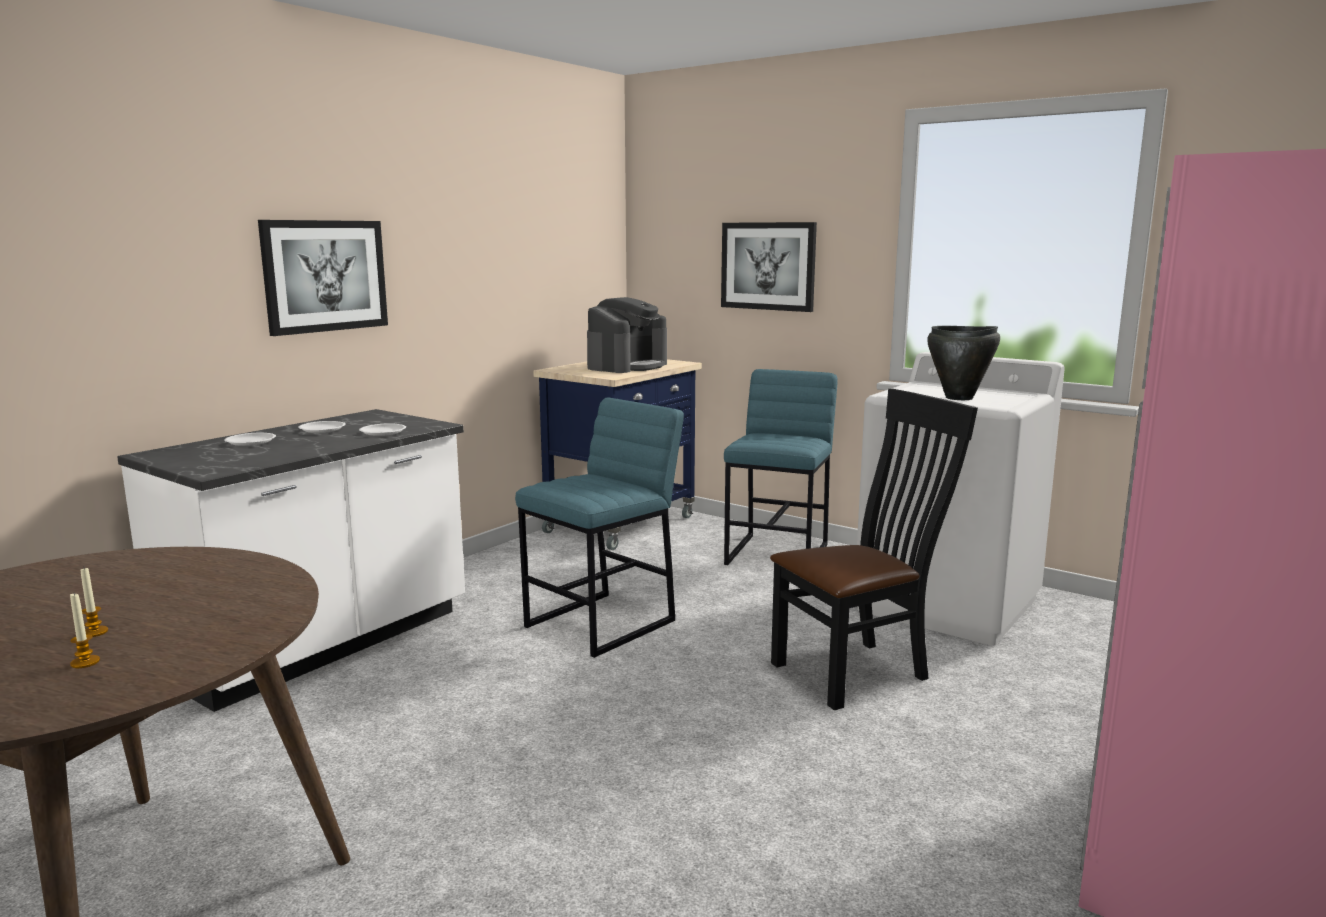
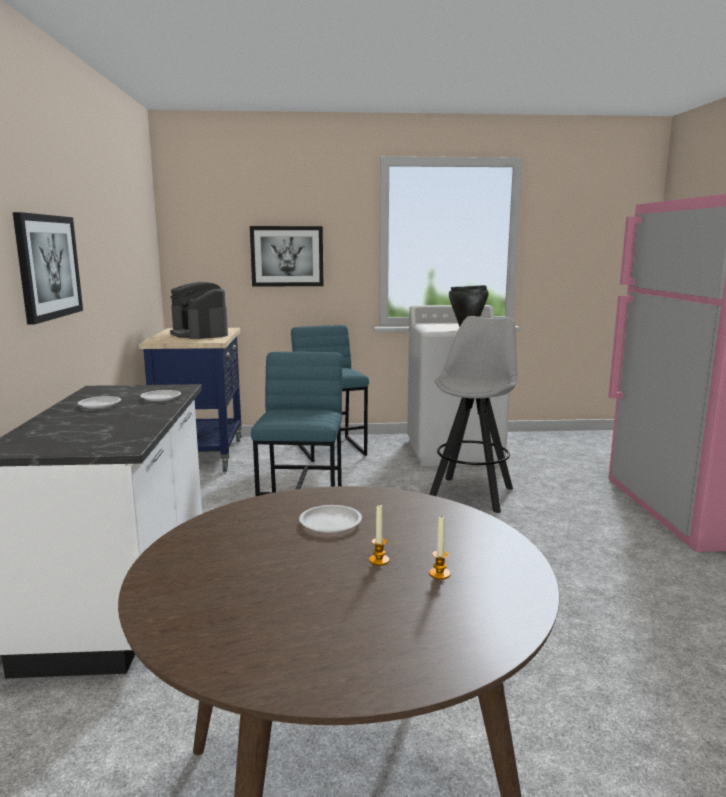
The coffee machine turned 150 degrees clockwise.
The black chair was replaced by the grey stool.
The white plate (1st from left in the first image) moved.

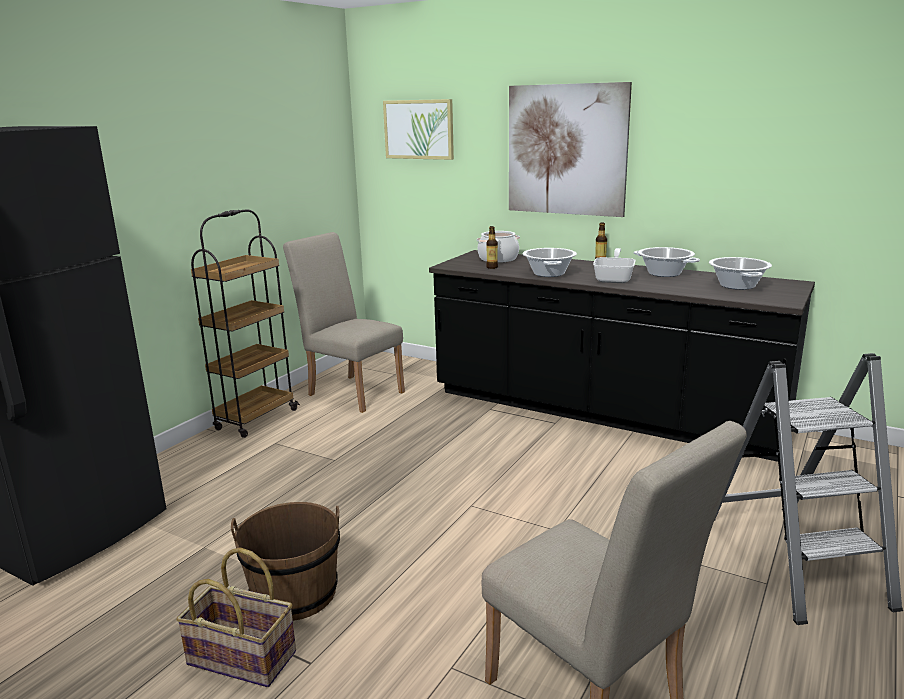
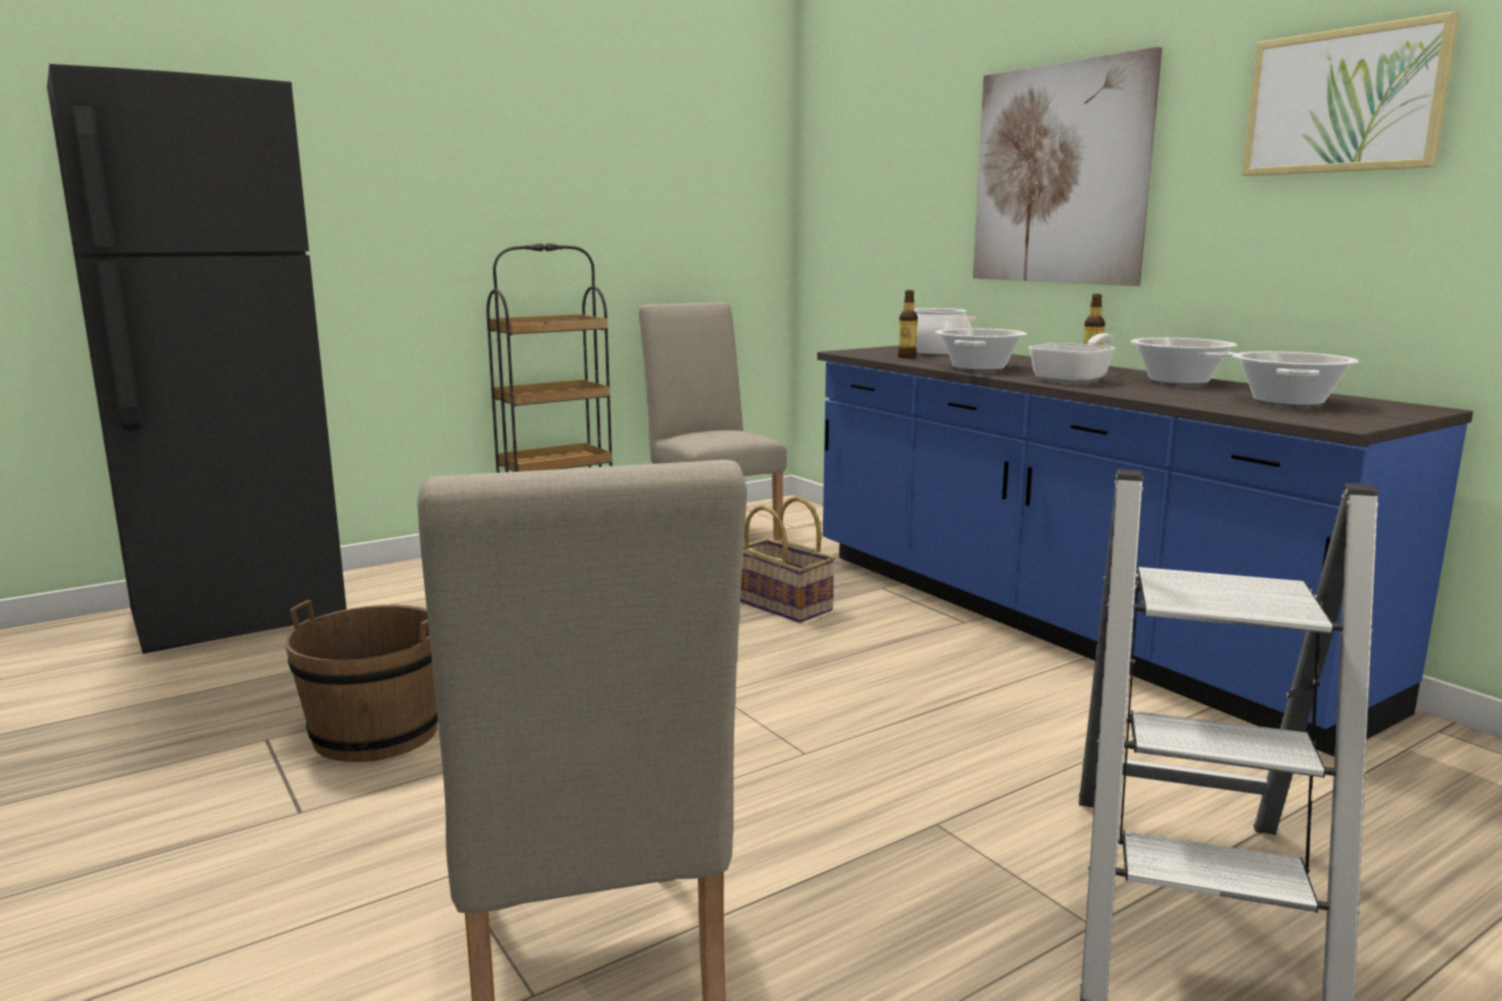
The picture (1st from left in the first image) moved.
The black counter became the blue counter.
The basket moved.

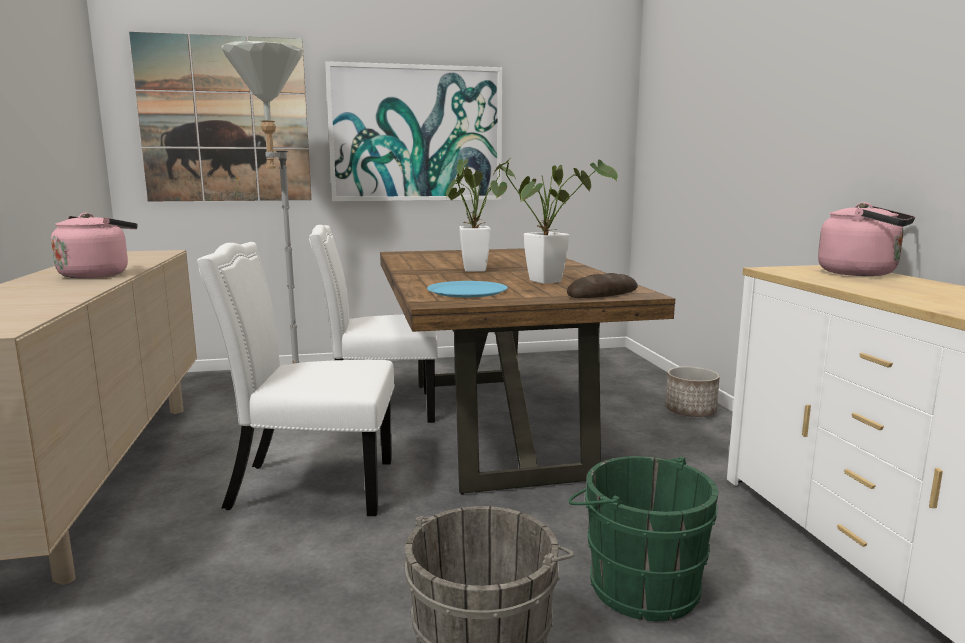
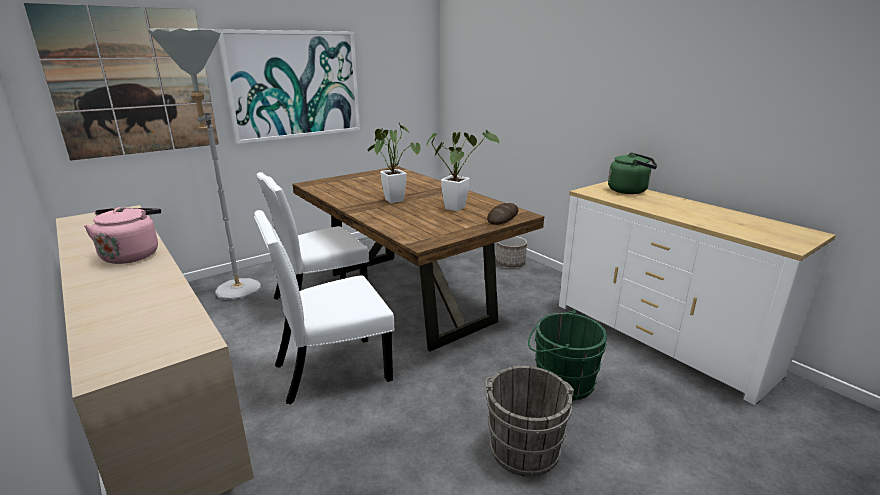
The pink kettle (2nd from left) became the green kettle.
The blue plate disappeared.

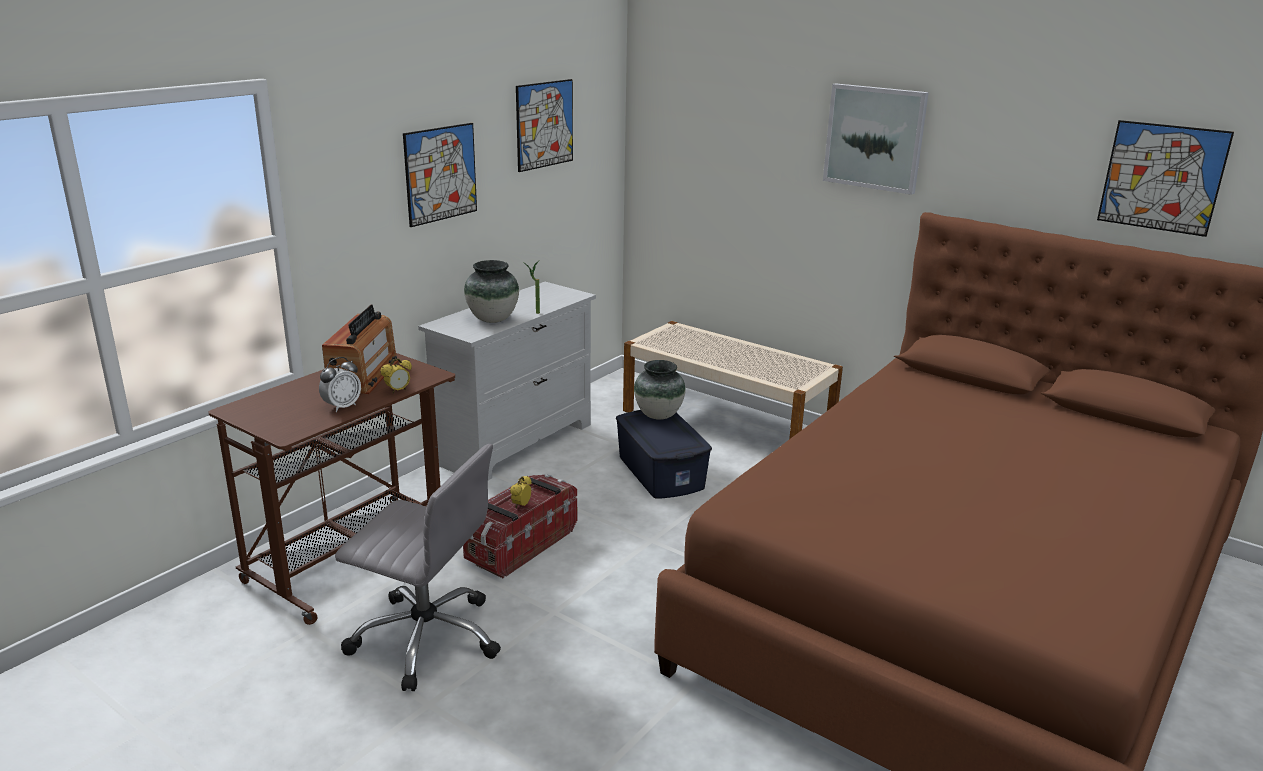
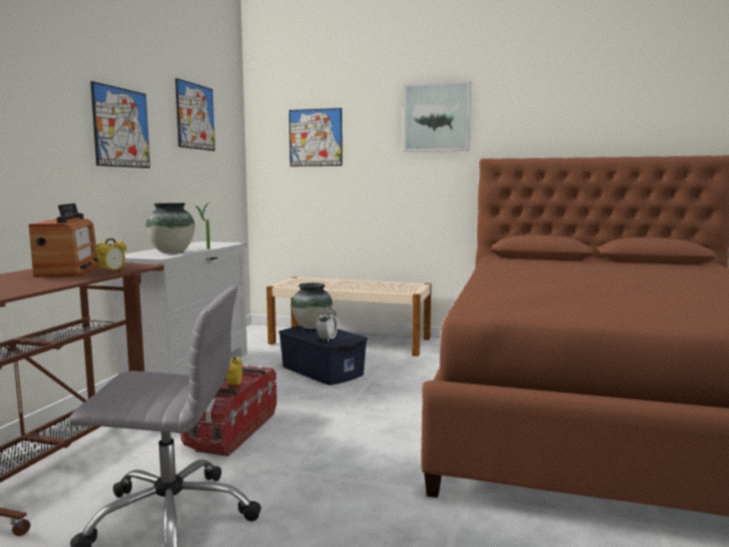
The picture (4th from left in the first image) moved.
The alarm clock (1st from left in the first image) moved.

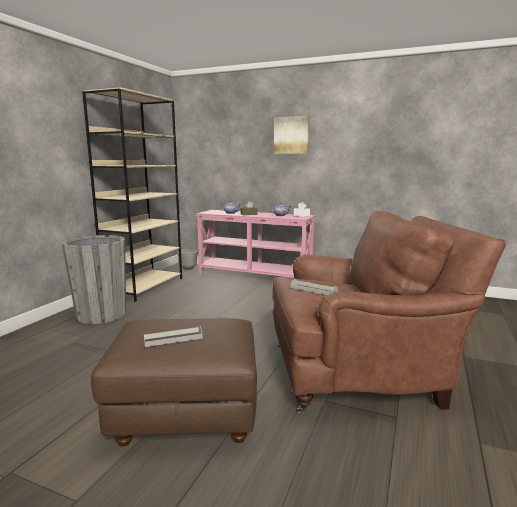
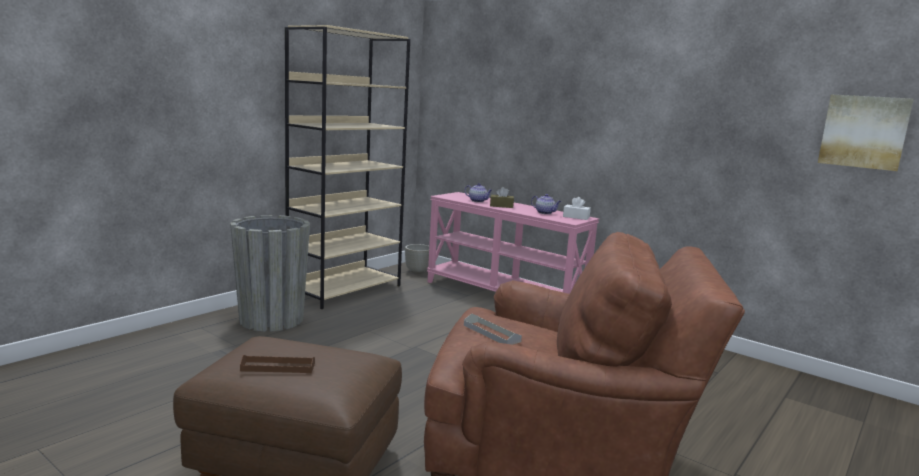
The picture moved.
The grey tray (1st from left) became the brown tray.

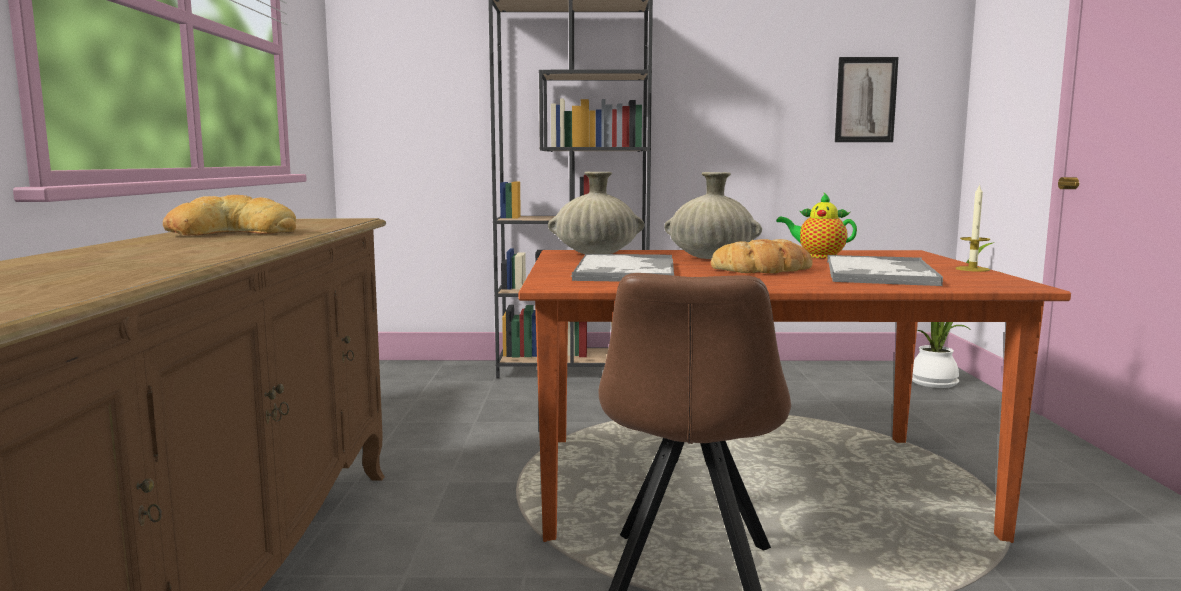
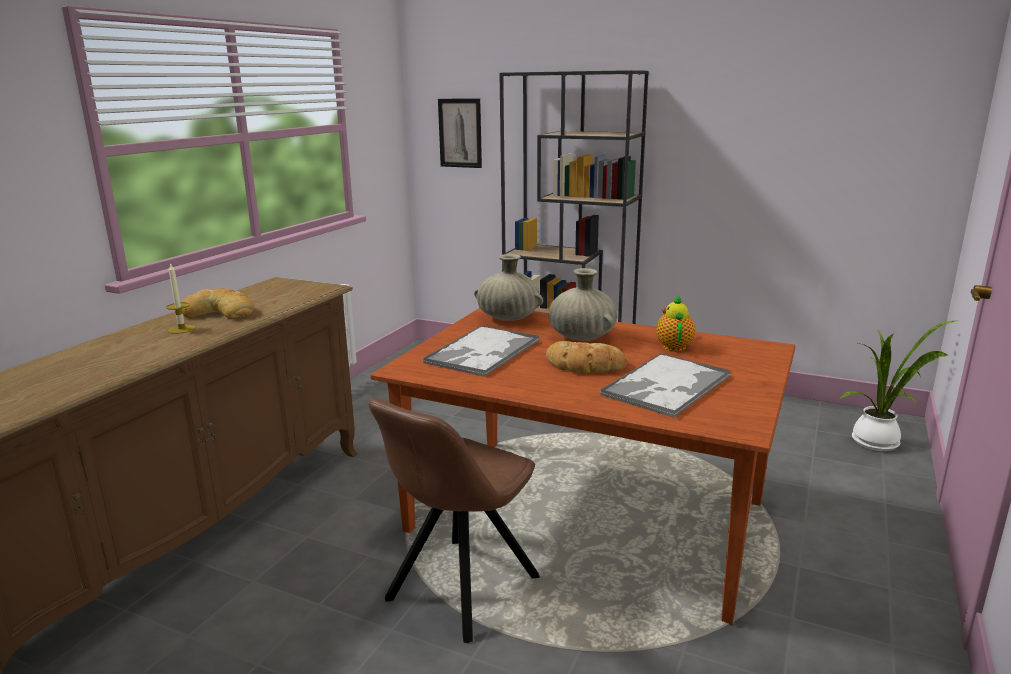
The picture moved.
The candle moved.
The teapot turned 45 degrees clockwise.

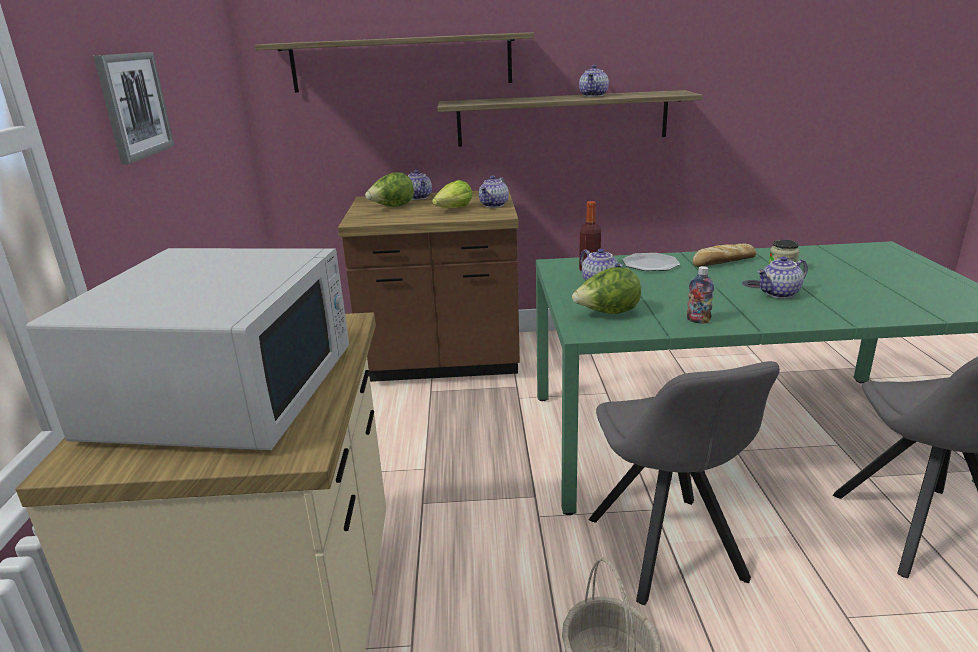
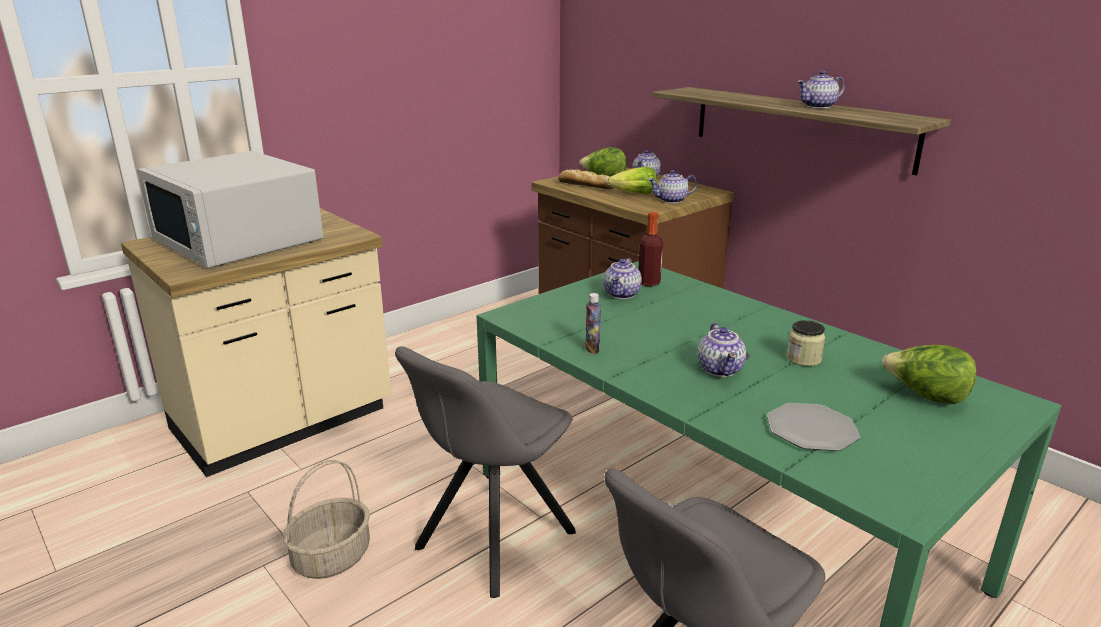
The shelf (1st from left) disappeared.
The picture disappeared.
The bread moved.
The white microwave turned 75 degrees clockwise.
The plate moved.
The teapot (5th from left in the first image) turned 120 degrees counterclockwise.
The lettuce (3rd from left) moved.

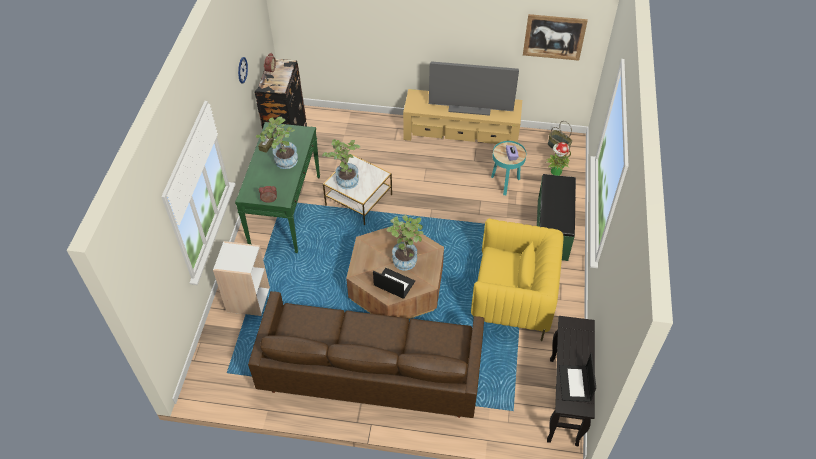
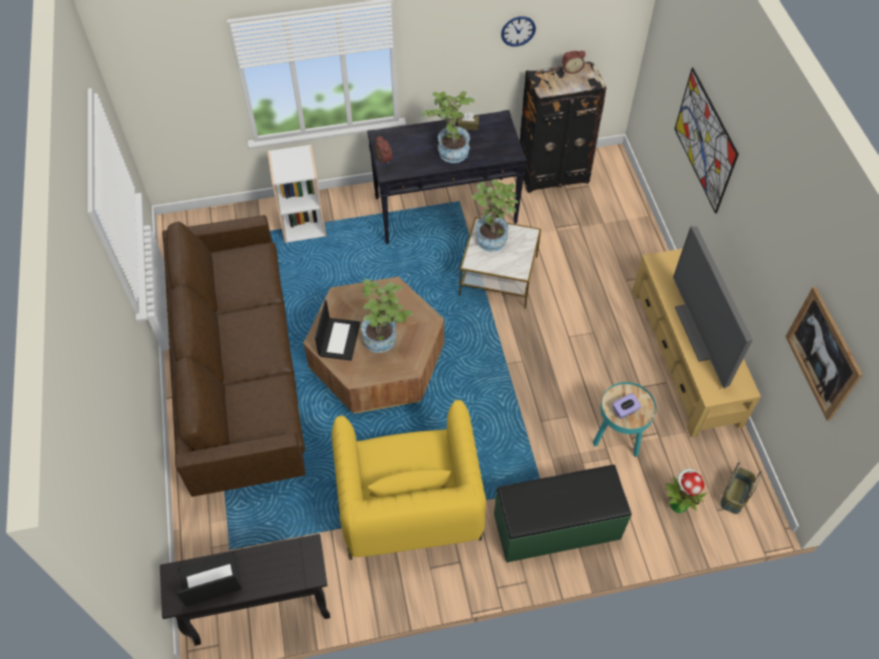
The green console table became the black console table (2nd from left).
The picture (1st from left) appeared.

